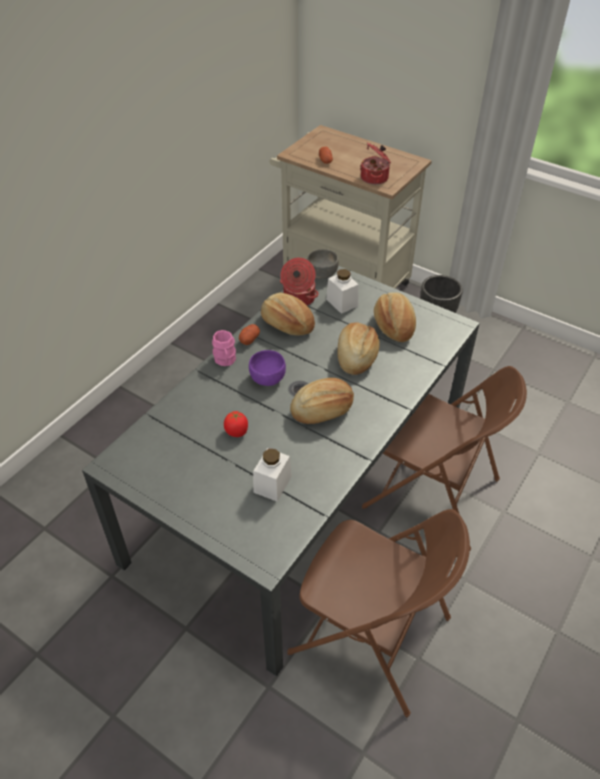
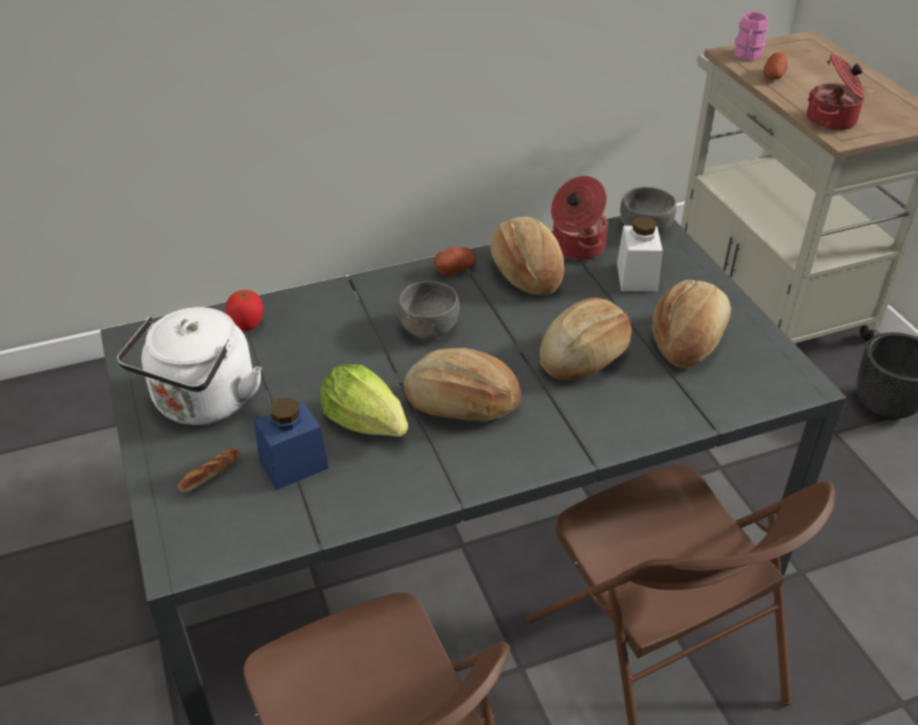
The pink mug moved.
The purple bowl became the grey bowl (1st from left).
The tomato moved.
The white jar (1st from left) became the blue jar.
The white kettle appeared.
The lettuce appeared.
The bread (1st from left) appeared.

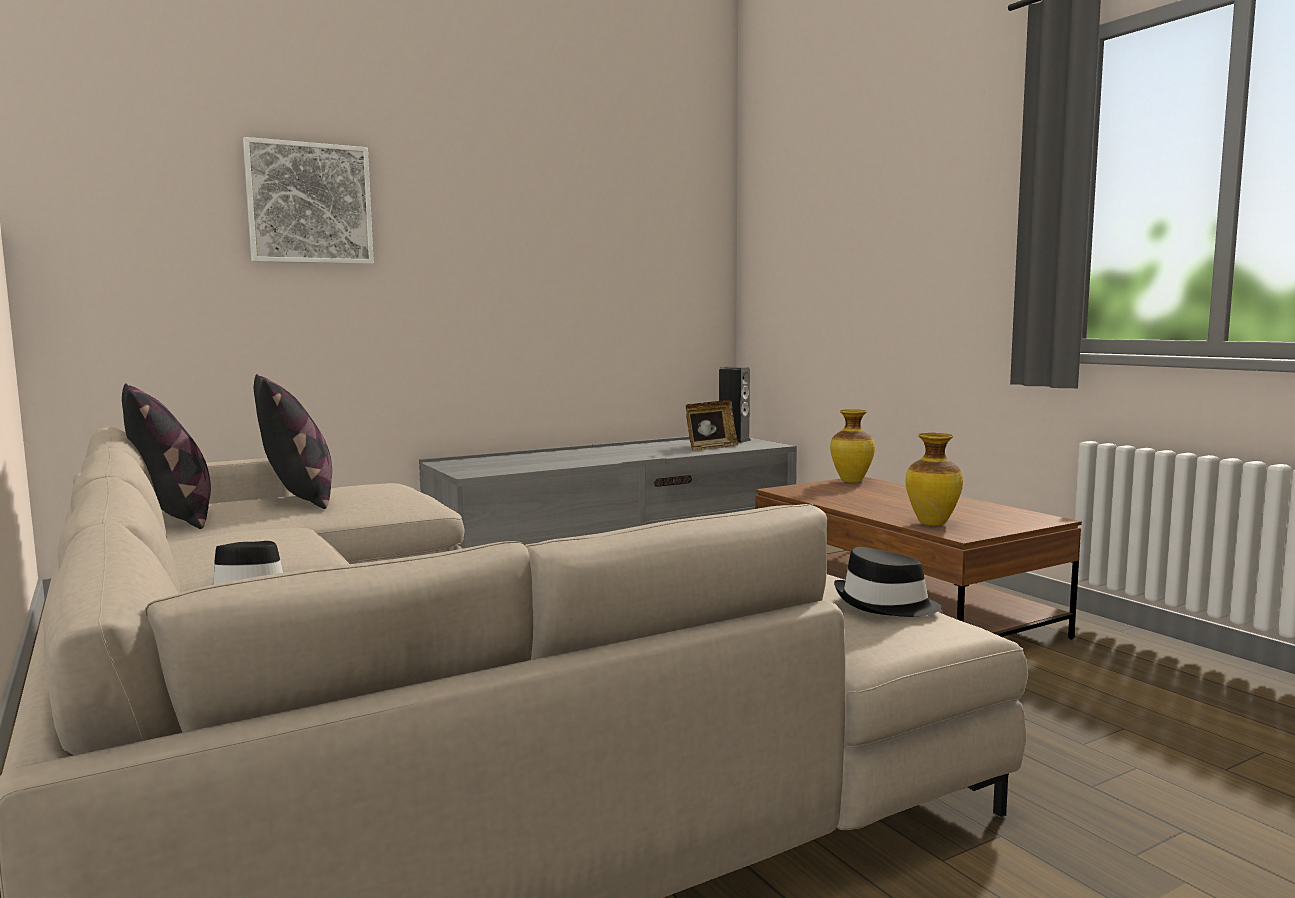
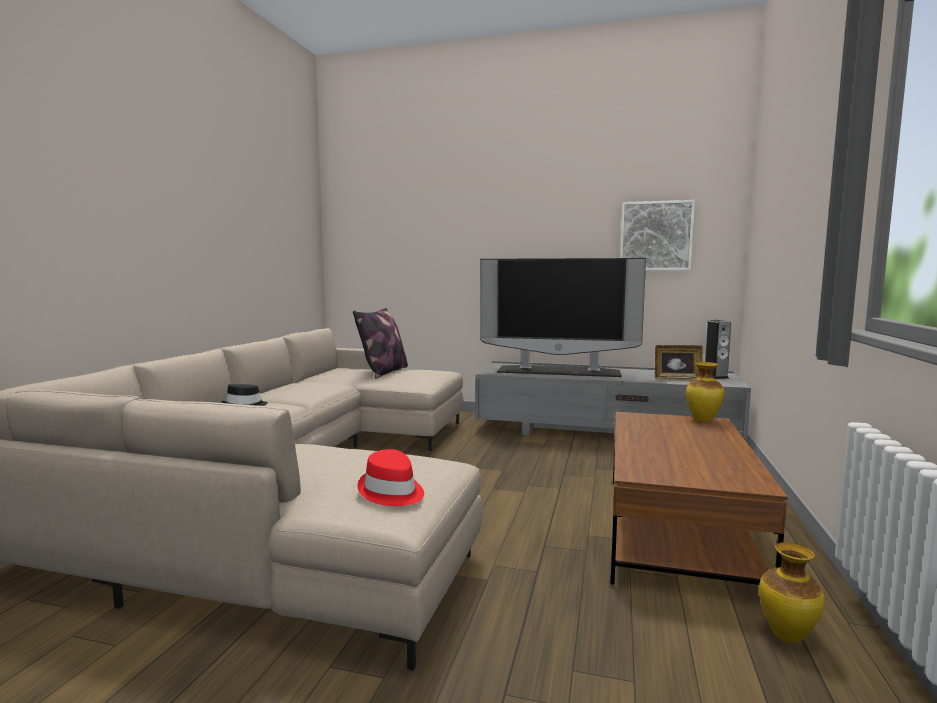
The picture moved.
The pillow (1st from left) disappeared.
The vase (2nd from left) moved.
The black hat (2nd from left) became the red hat.
The television appeared.

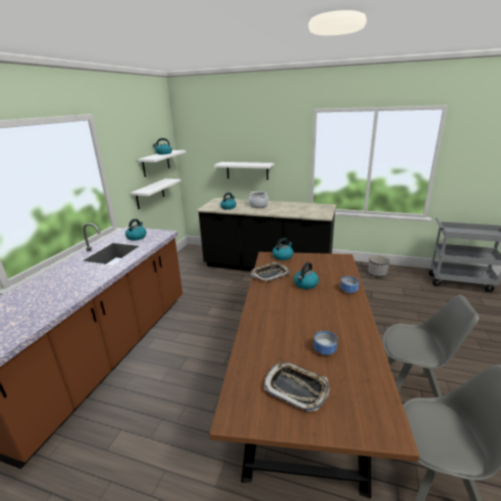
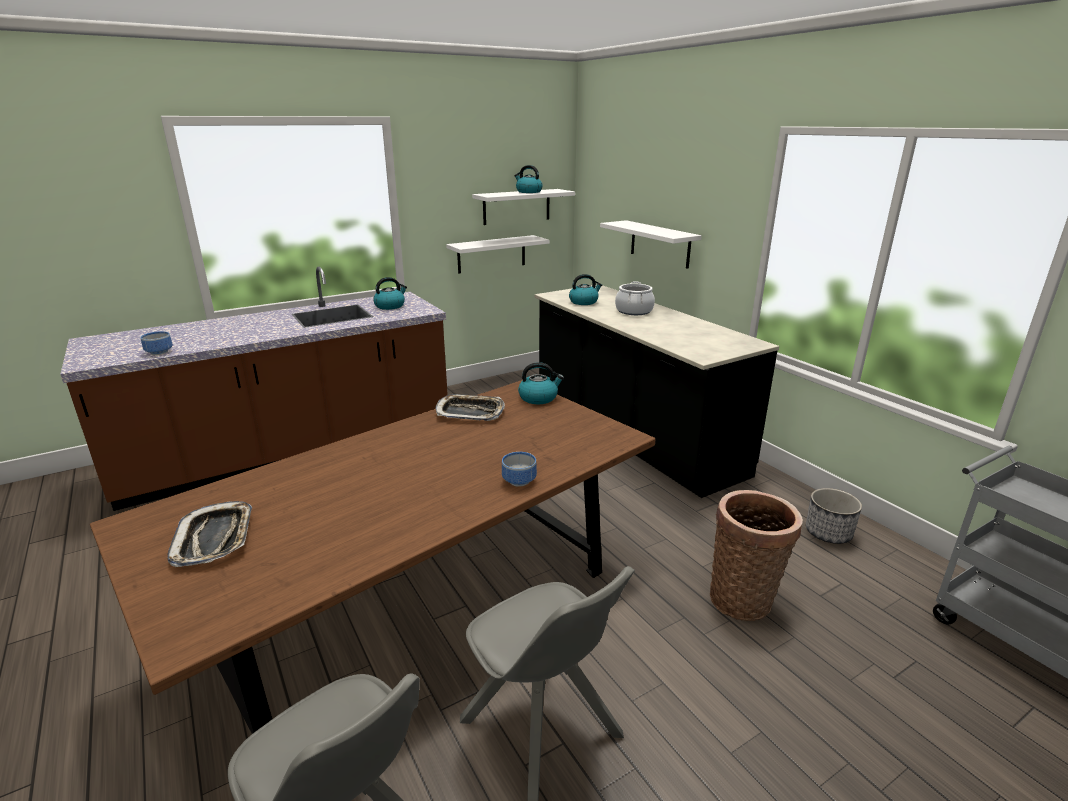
The kettle (5th from left) disappeared.
The bowl (1st from left) moved.
The basket appeared.

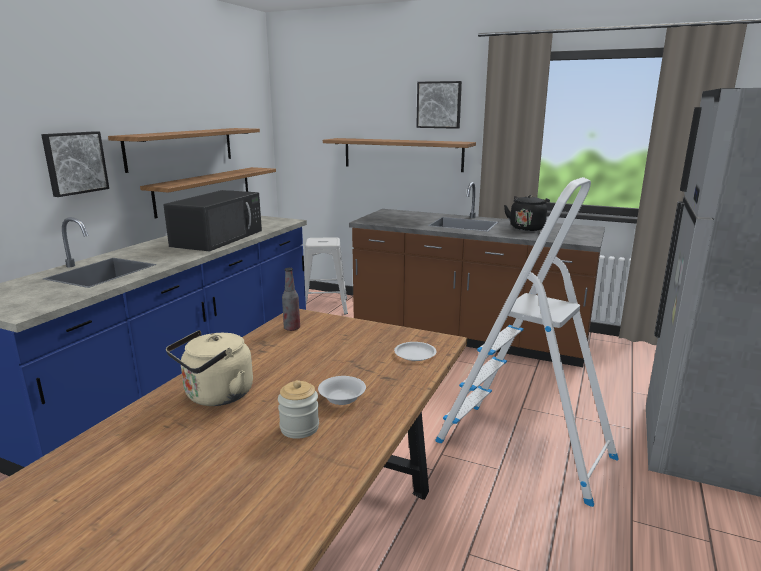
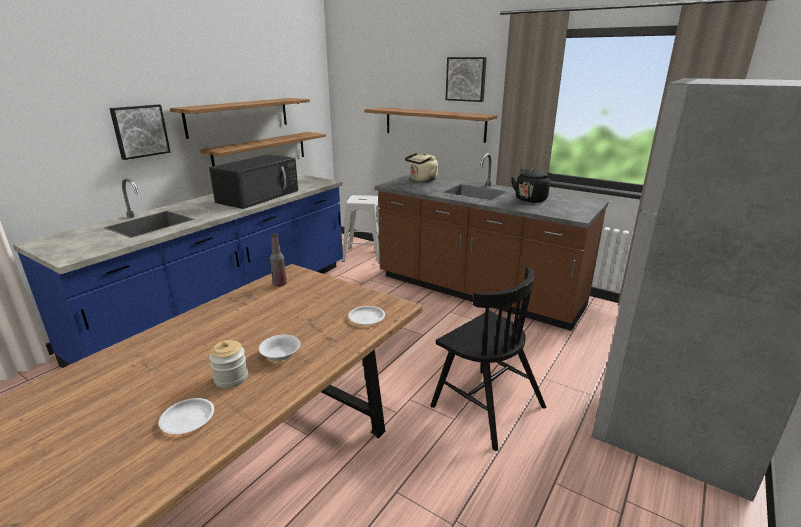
The white step ladder was replaced by the black chair.
The beige kettle moved.
The white plate (1st from left) appeared.

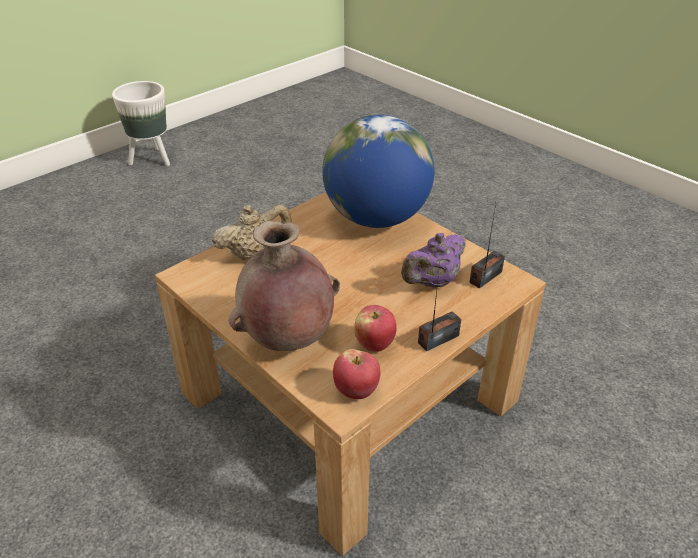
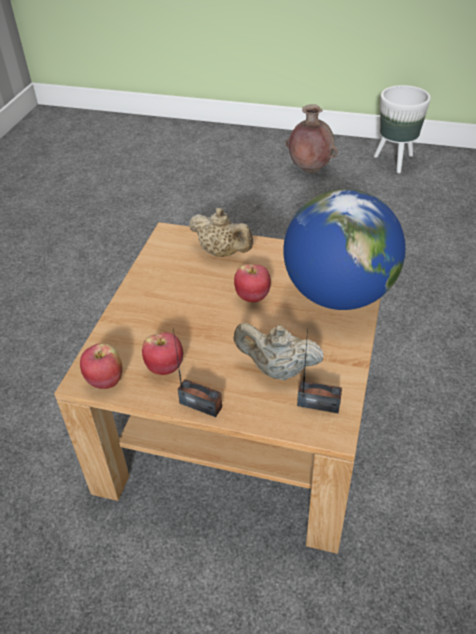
The brown vase moved.
The purple teapot became the beige teapot (2nd from left).
The apple (3rd from left) appeared.

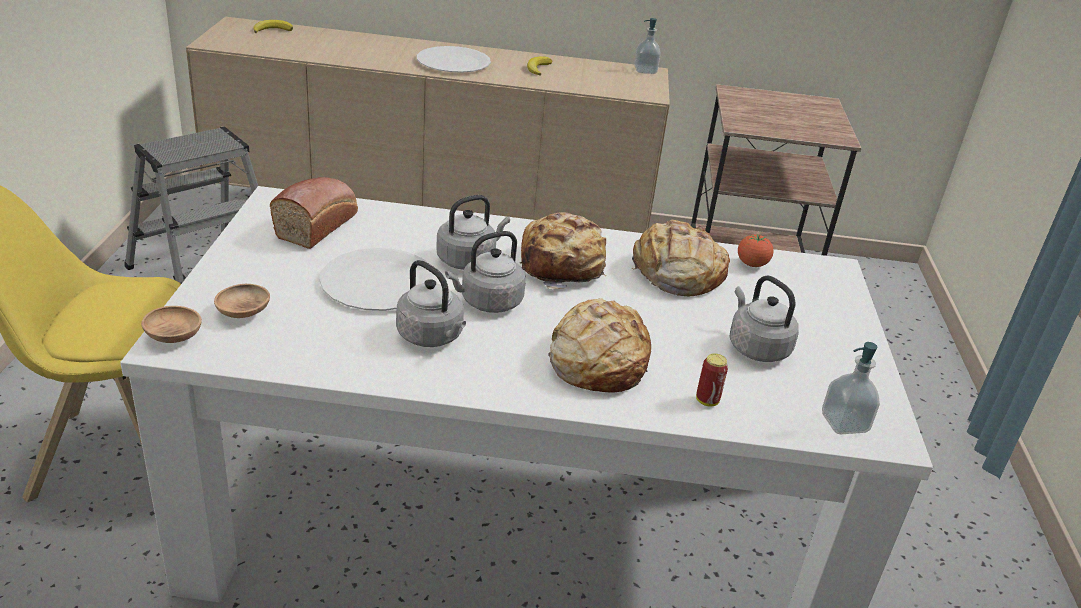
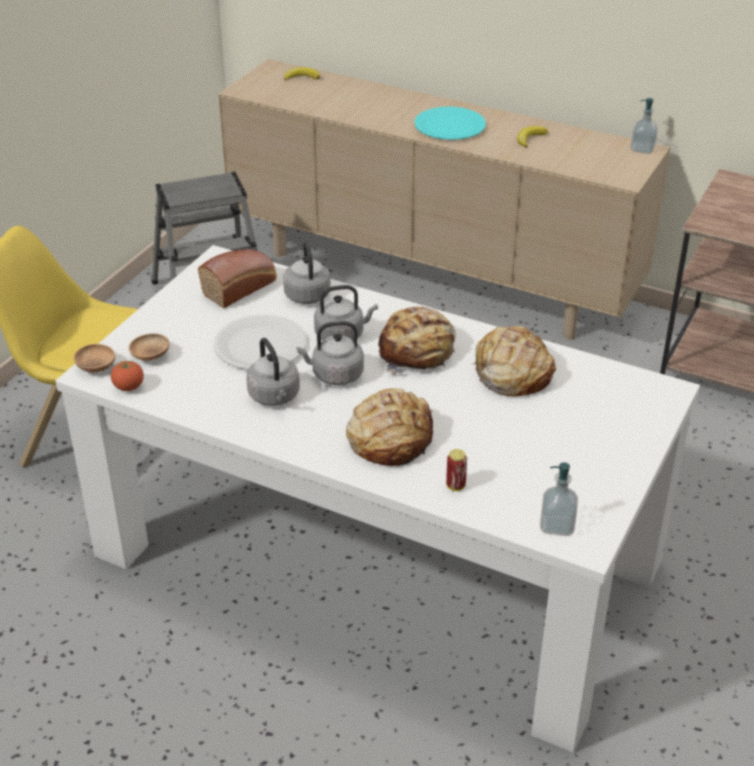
The white plate (2nd from left) became the turquoise plate.
The tomato moved.
The grey kettle (4th from left in the first image) moved.

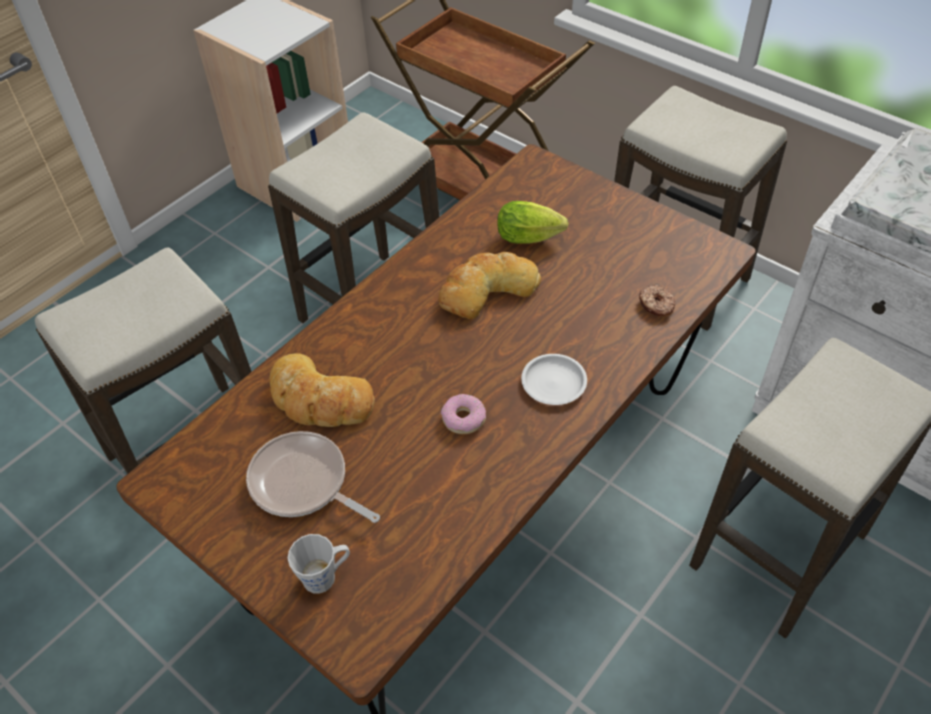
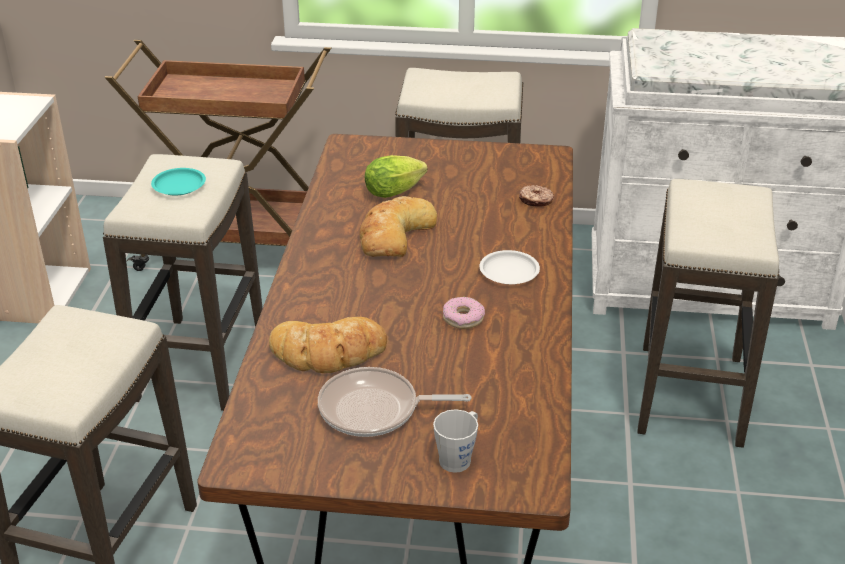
The turquoise plate appeared.

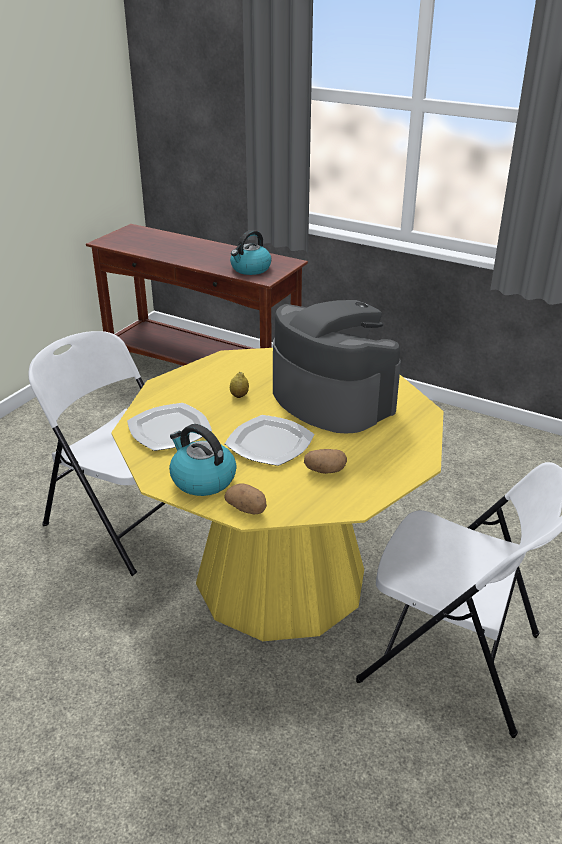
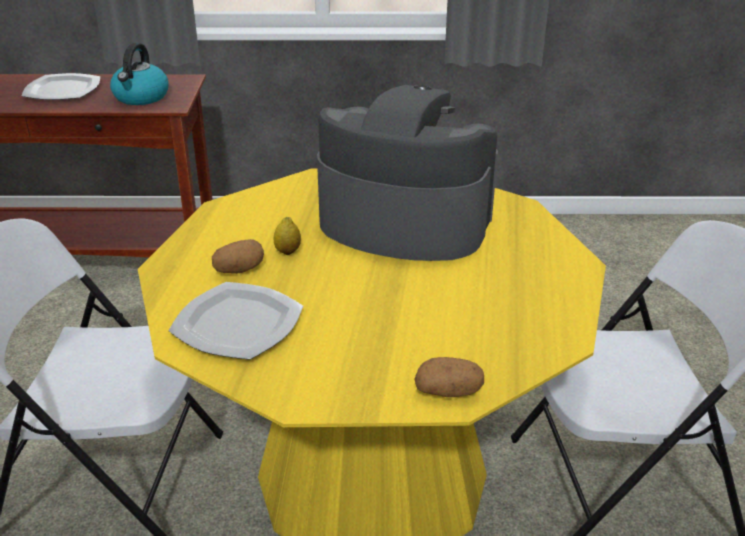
The plate (2nd from left in the first image) moved.
The kettle (1st from left) disappeared.
The potato (2nd from left in the first image) moved.

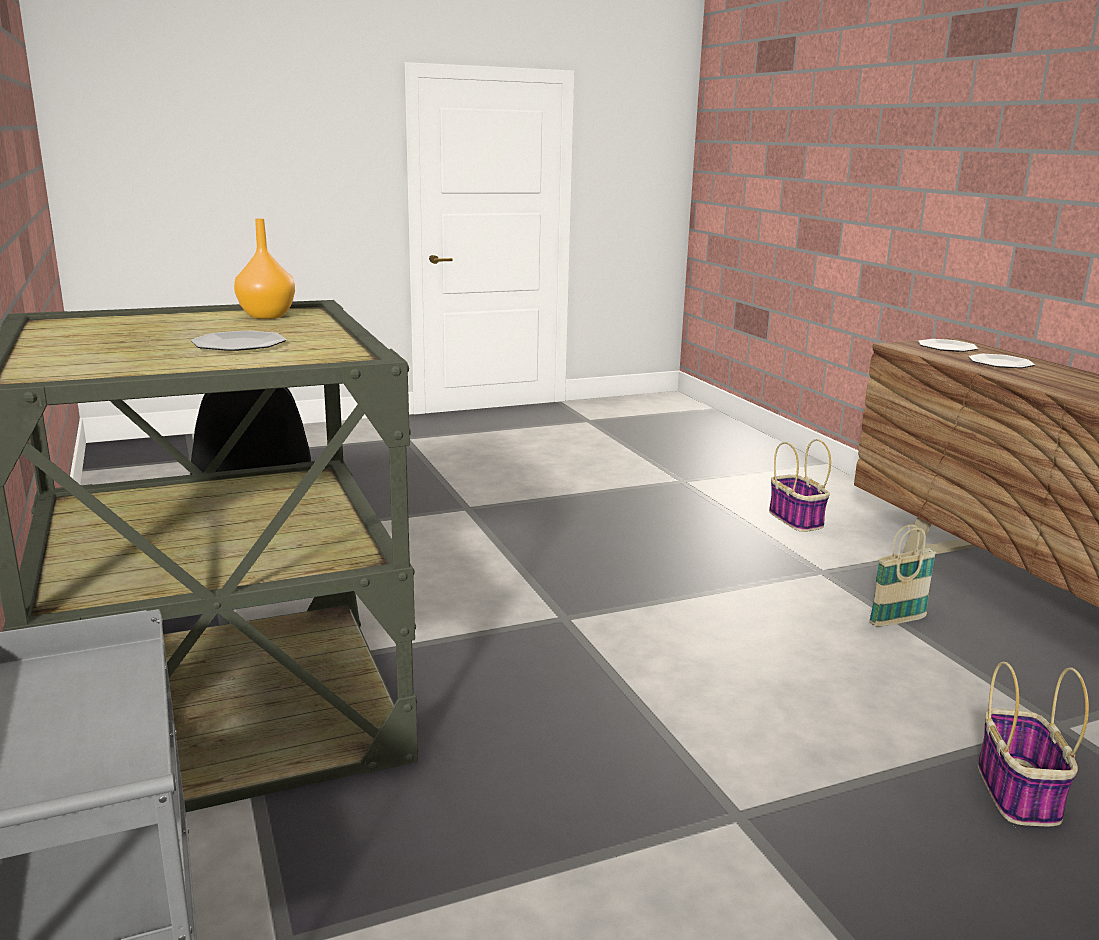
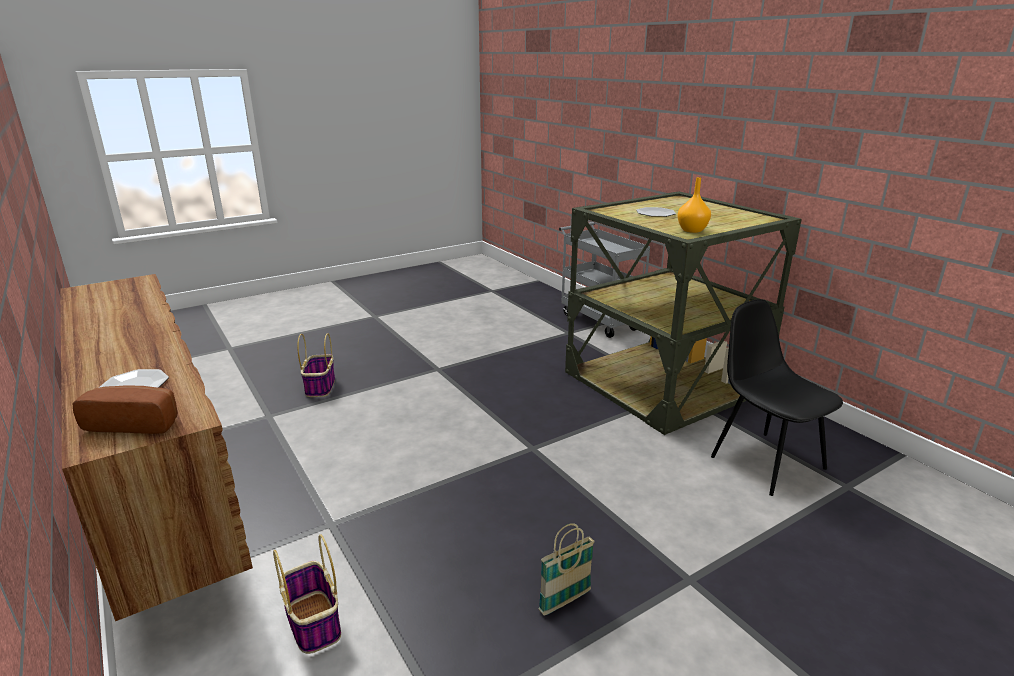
The plate (2nd from left) was replaced by the bread.
The basket (2nd from left in the first image) moved.

